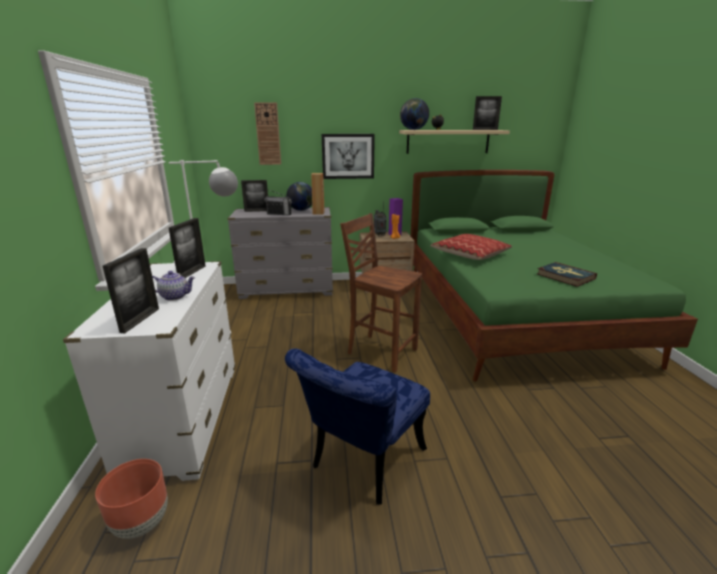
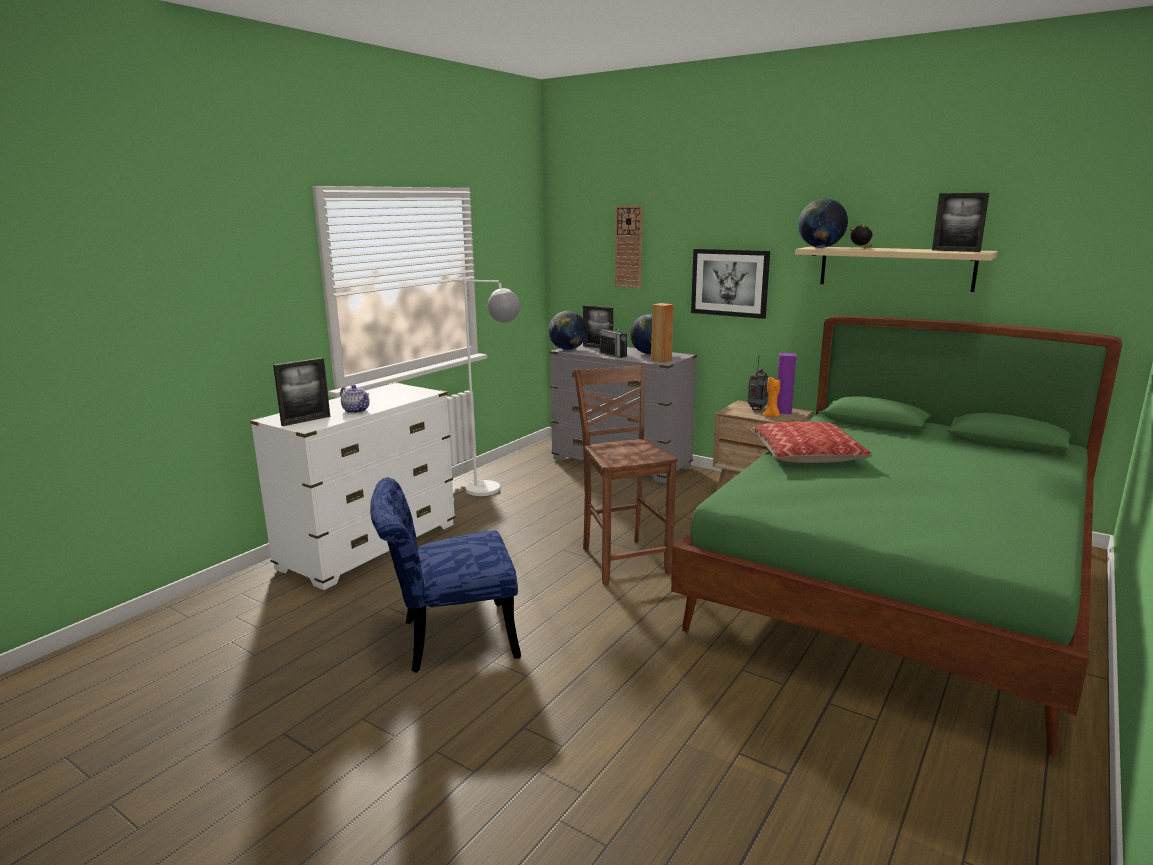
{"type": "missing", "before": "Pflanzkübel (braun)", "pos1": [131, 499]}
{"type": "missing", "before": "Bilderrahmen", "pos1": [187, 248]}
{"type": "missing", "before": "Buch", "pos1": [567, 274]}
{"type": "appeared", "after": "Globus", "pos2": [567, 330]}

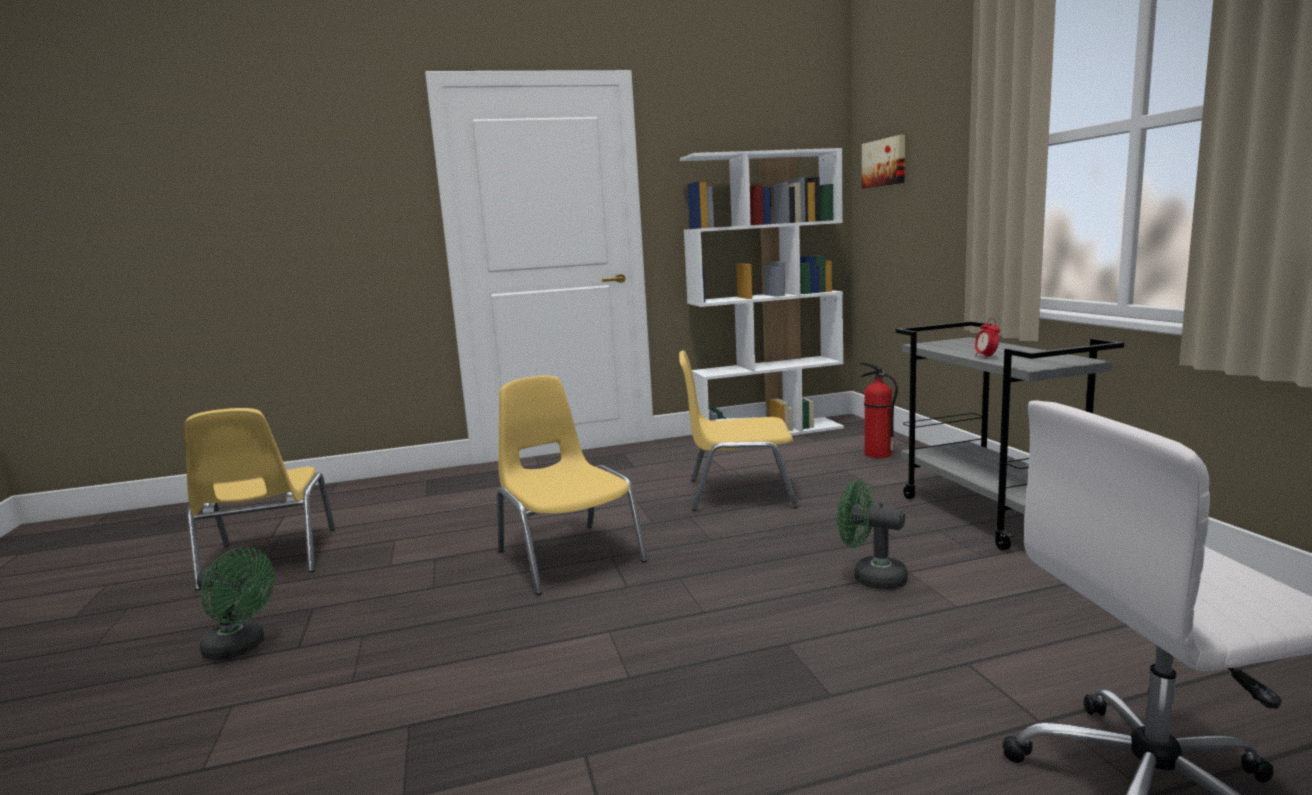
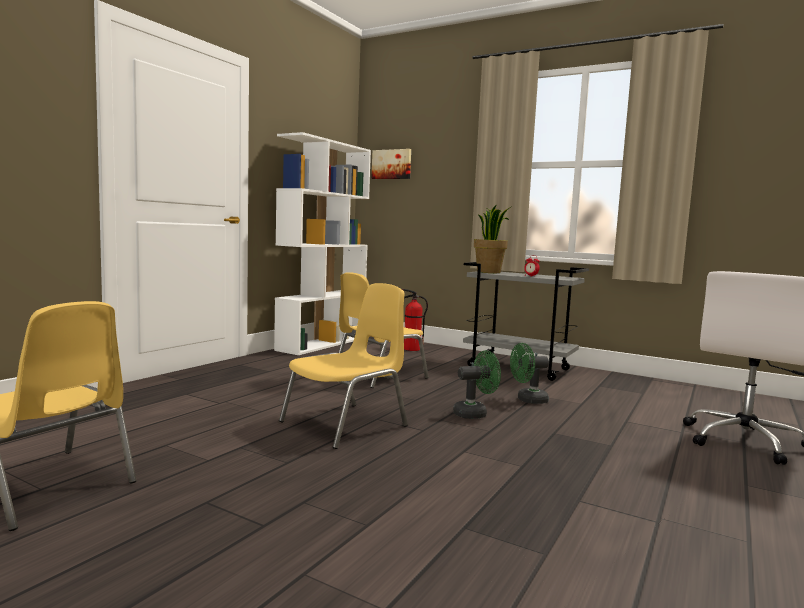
{"type": "appeared", "after": "Topfpflanze", "pos2": [493, 238]}
{"type": "relocated", "before": "Ventilator (grün)", "pos1": [236, 603], "pos2": [477, 384]}
{"type": "spun", "before": "Stuhl (gelb)", "pos1": [572, 485], "pos2": [343, 366], "turn": 120}

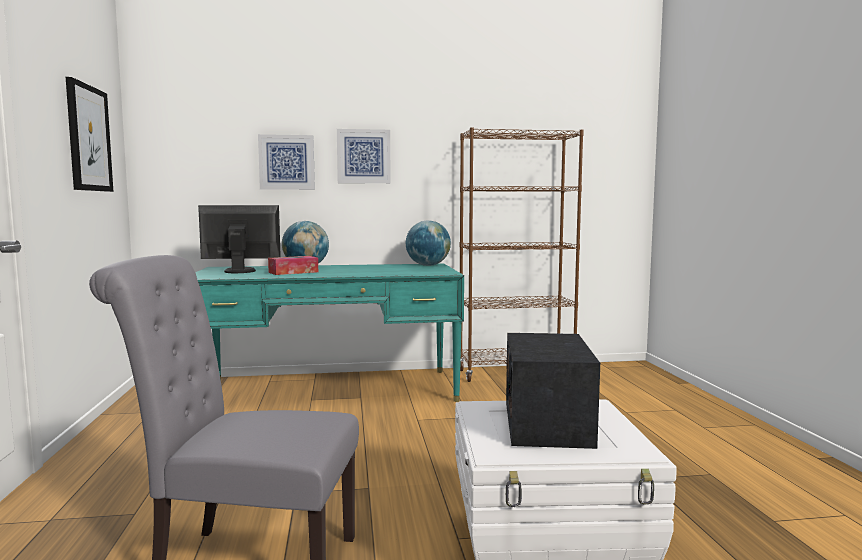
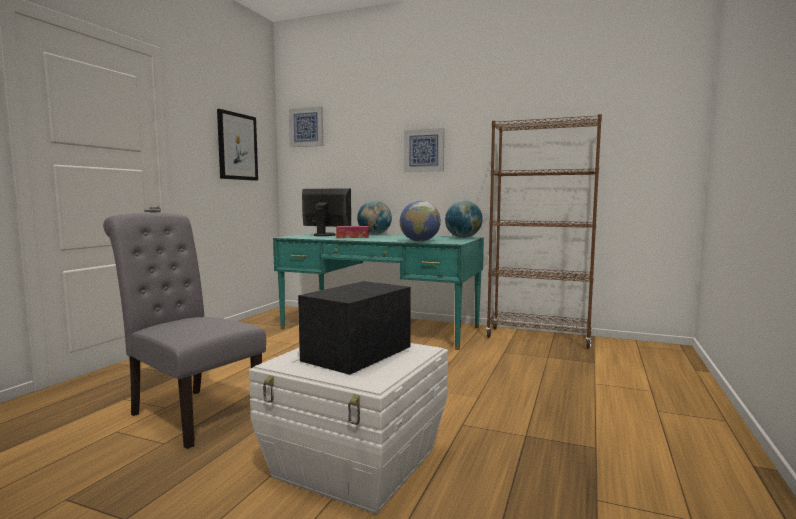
{"type": "appeared", "after": "Globus", "pos2": [420, 221]}
{"type": "relocated", "before": "Bild", "pos1": [286, 162], "pos2": [306, 126]}

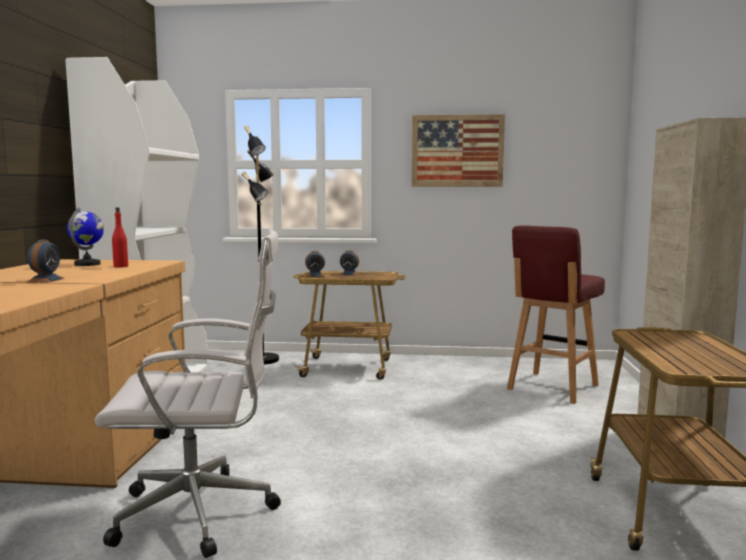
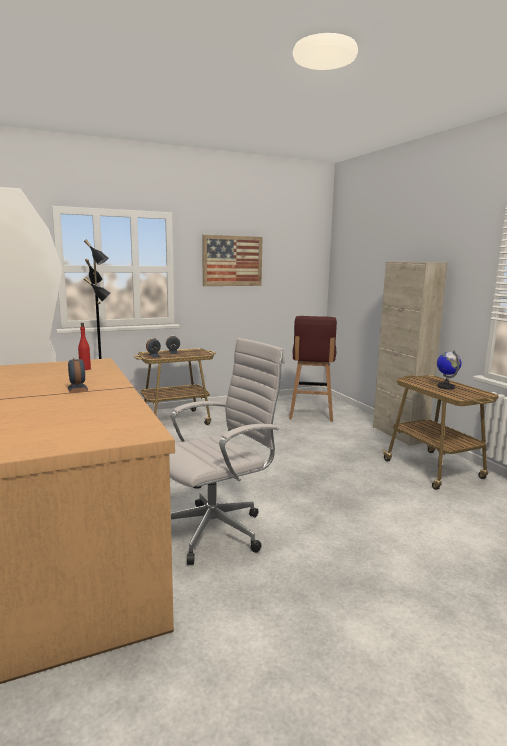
{"type": "relocated", "before": "Globus", "pos1": [85, 236], "pos2": [449, 370]}

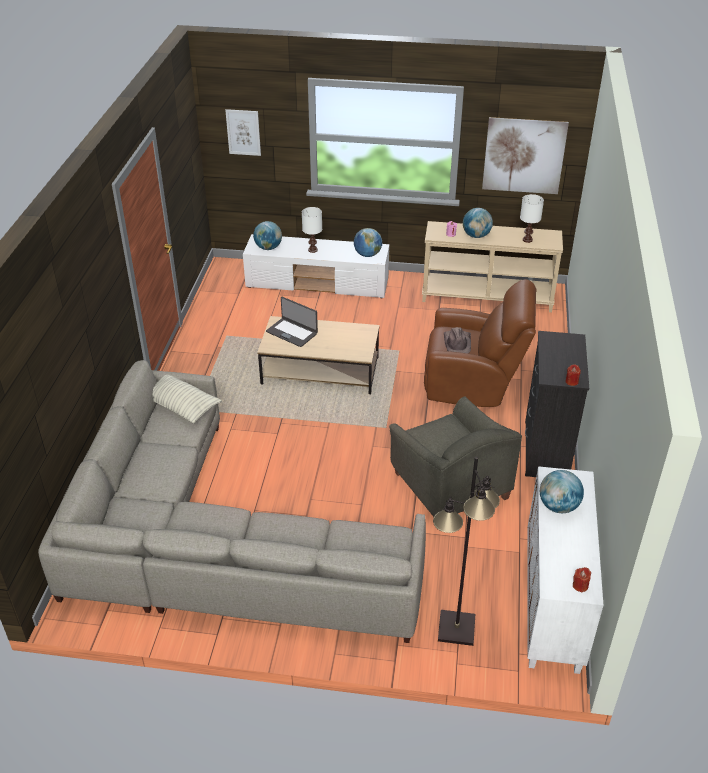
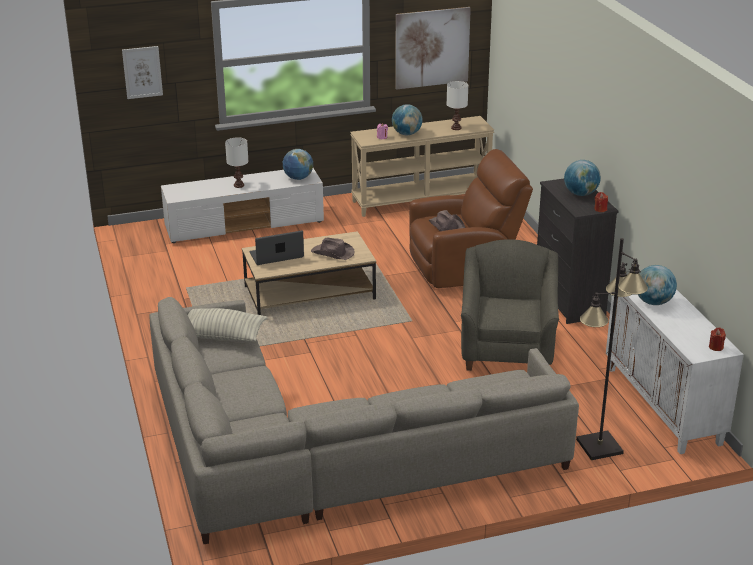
{"type": "appeared", "after": "Hut (braun)", "pos2": [332, 249]}
{"type": "relocated", "before": "Globus", "pos1": [267, 235], "pos2": [582, 178]}
{"type": "spun", "before": "Laptop", "pos1": [292, 322], "pos2": [276, 247], "turn": 150}
{"type": "spun", "before": "Sessel (grau)", "pos1": [455, 457], "pos2": [510, 305], "turn": -120}

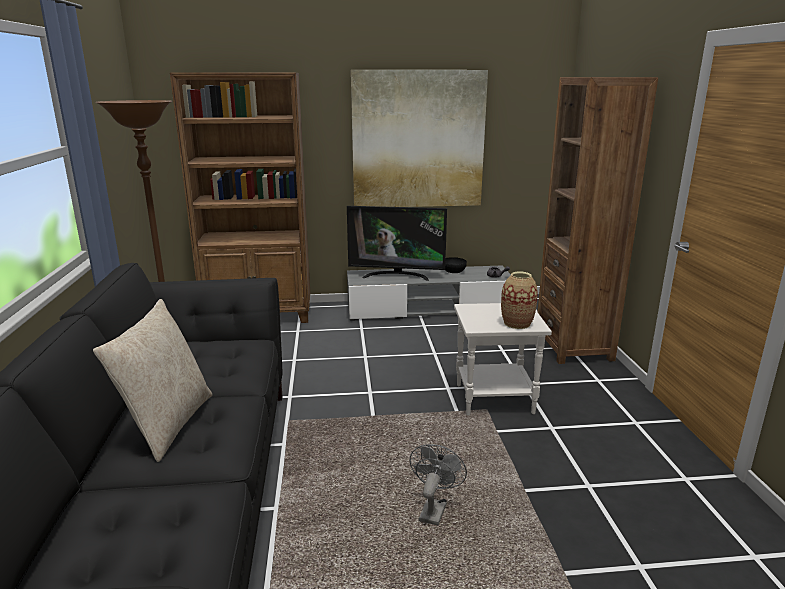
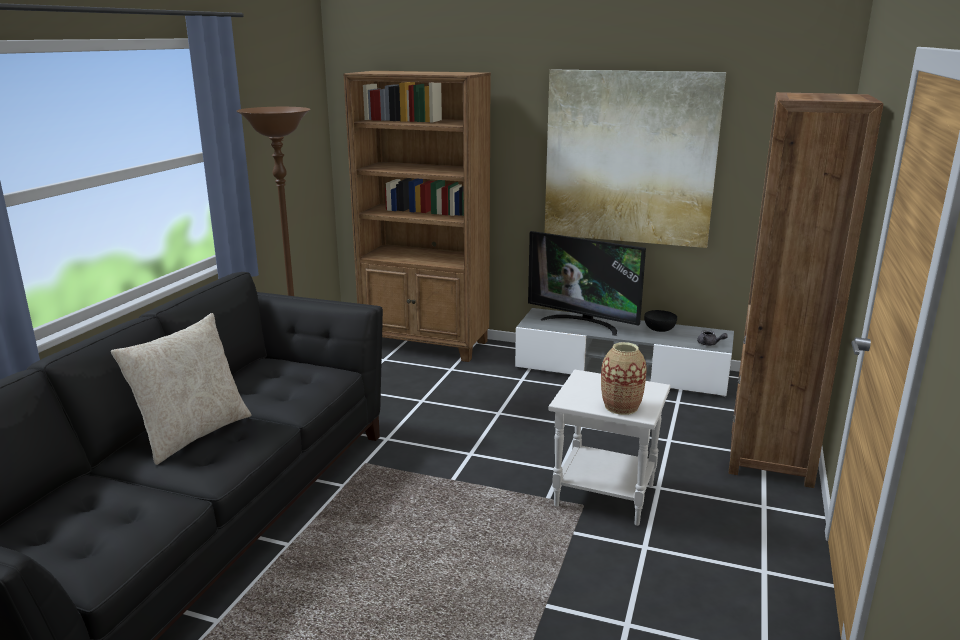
{"type": "missing", "before": "Ventilator (grau)", "pos1": [438, 485]}

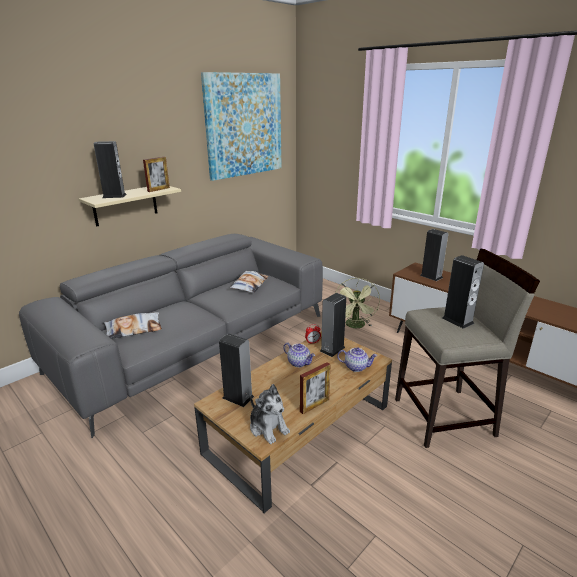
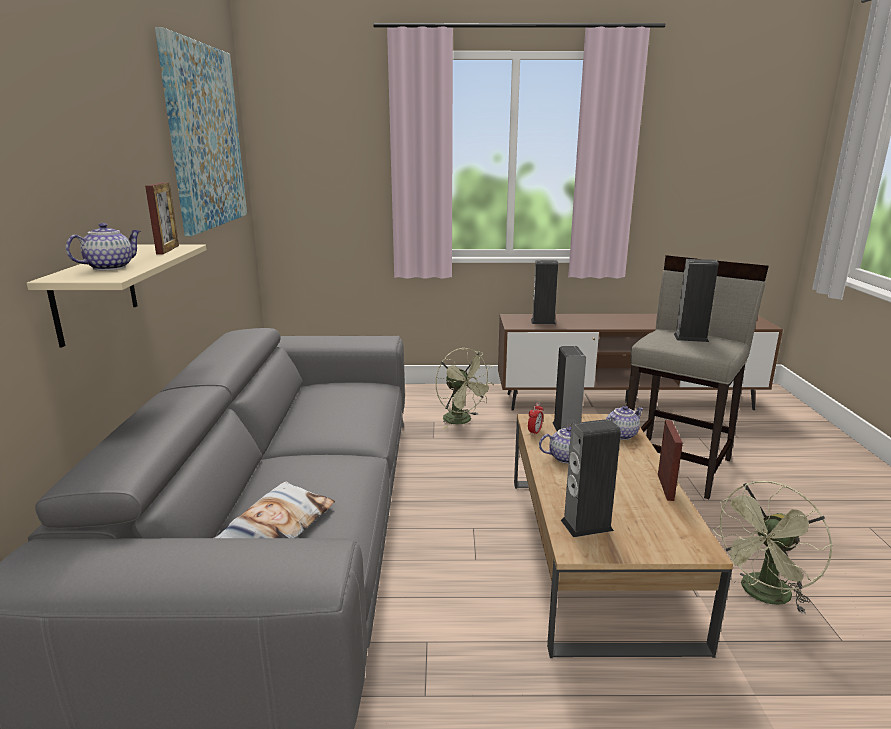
{"type": "missing", "before": "Kissen", "pos1": [249, 282]}
{"type": "missing", "before": "Plüschtier", "pos1": [270, 414]}
{"type": "appeared", "after": "Ventilator (grün)", "pos2": [772, 547]}
{"type": "exchanged", "before": "Lautsprecher", "after": "Teekanne", "pos1": [110, 169], "pos2": [103, 247]}

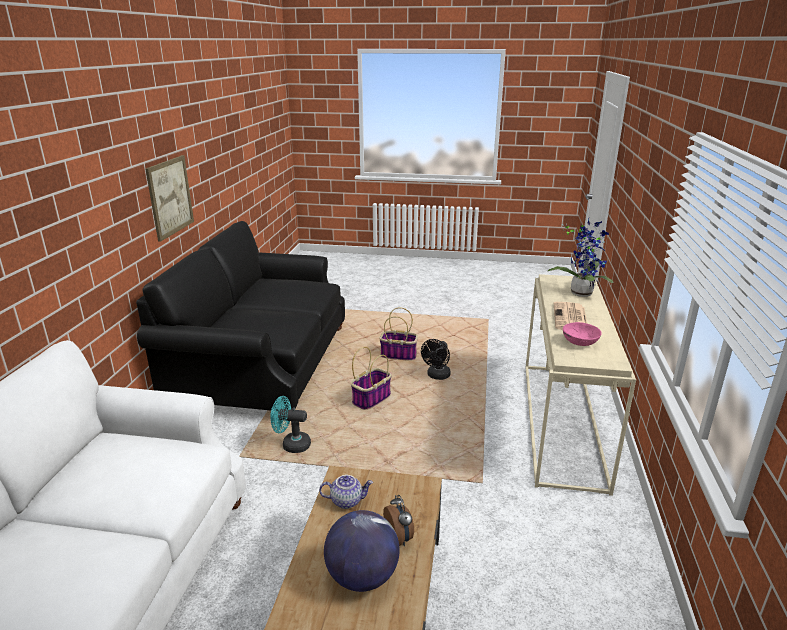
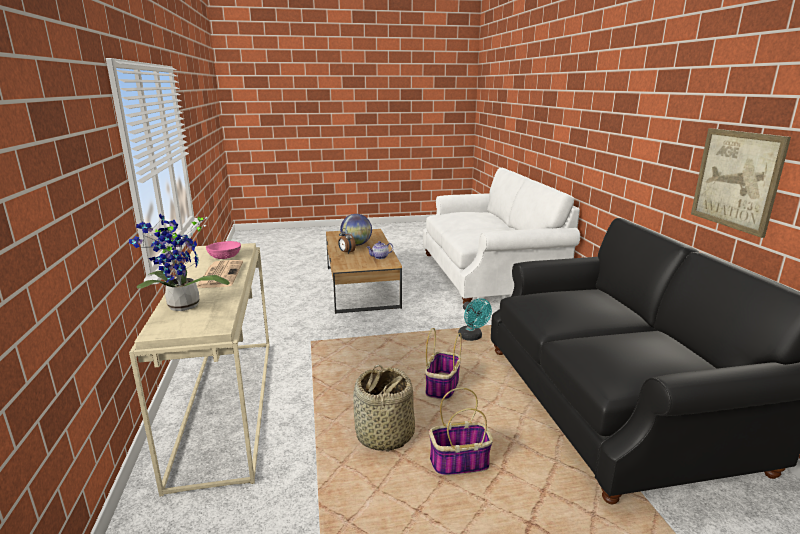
{"type": "exchanged", "before": "Ventilator (schwarz)", "after": "Korb", "pos1": [436, 359], "pos2": [384, 408]}
{"type": "spun", "before": "Ventilator (türkis)", "pos1": [290, 424], "pos2": [475, 319], "turn": 75}

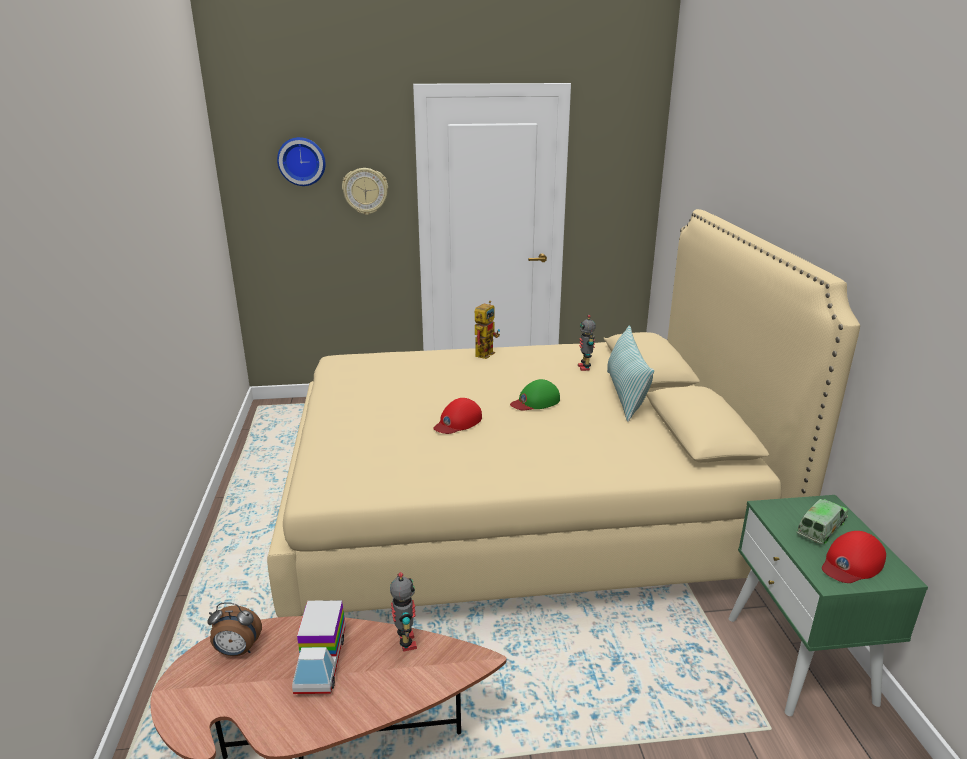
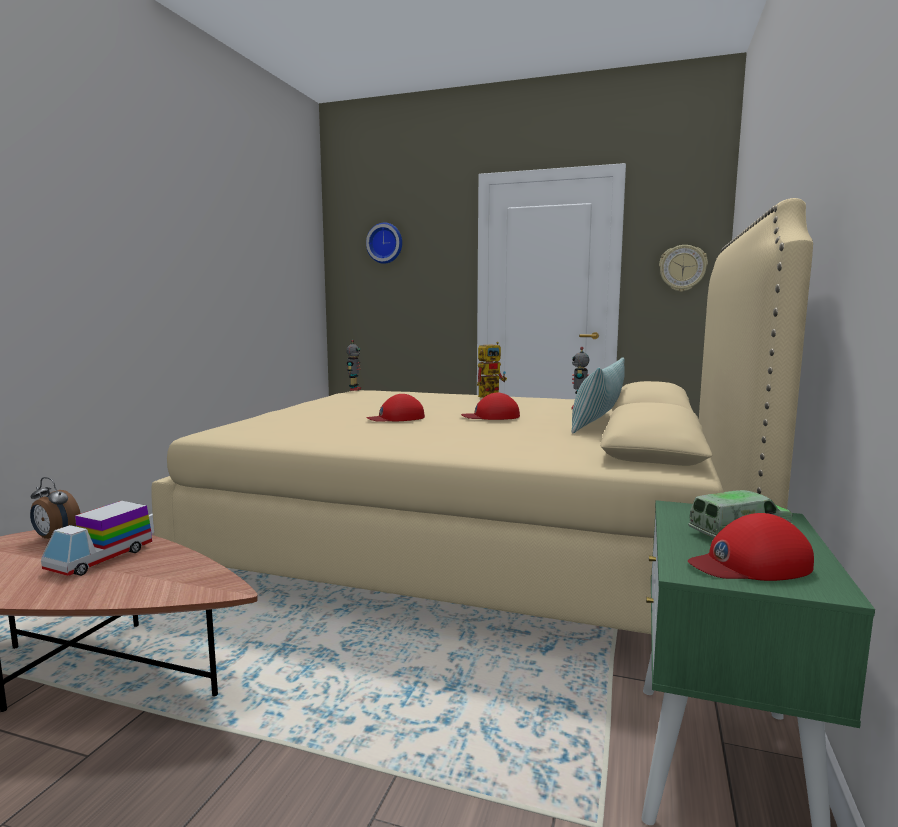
{"type": "relocated", "before": "Wanduhr", "pos1": [365, 191], "pos2": [683, 268]}
{"type": "relocated", "before": "Spielzeugroboter", "pos1": [403, 612], "pos2": [353, 365]}
{"type": "colour", "before": "Kappe (grün)", "after": "Kappe (rot)", "pos1": [535, 394], "pos2": [490, 406]}

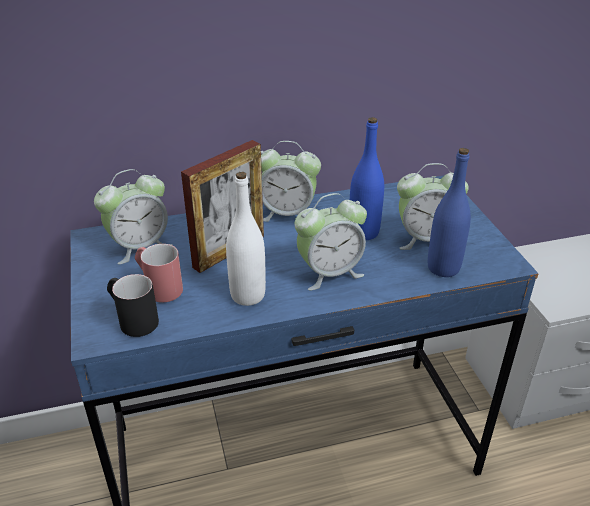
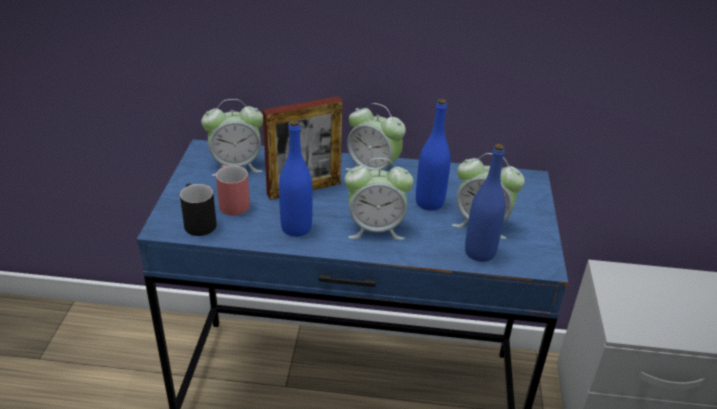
{"type": "colour", "before": "Flasche (weiß)", "after": "Flasche (blau)", "pos1": [246, 239], "pos2": [296, 178]}

